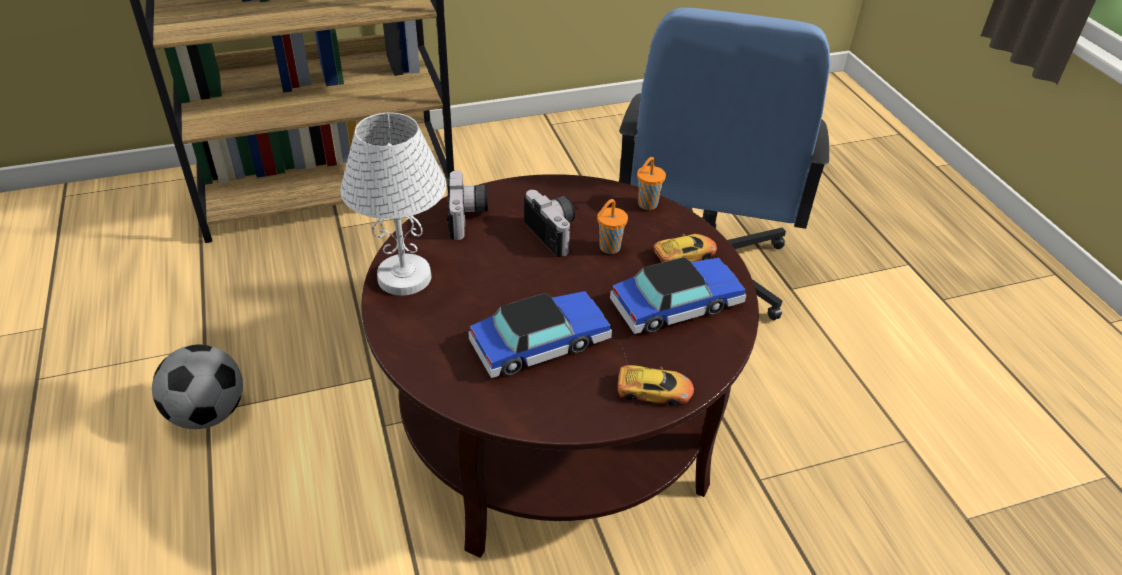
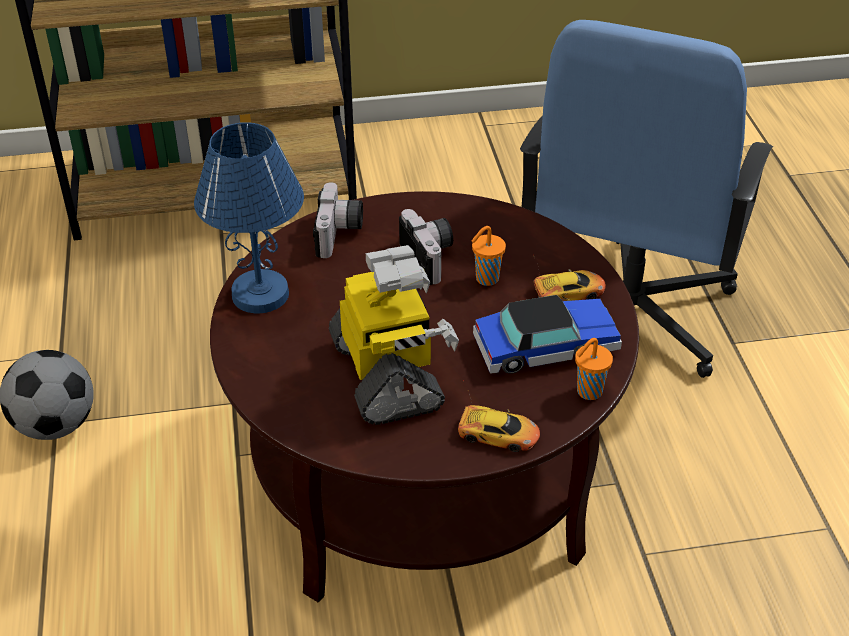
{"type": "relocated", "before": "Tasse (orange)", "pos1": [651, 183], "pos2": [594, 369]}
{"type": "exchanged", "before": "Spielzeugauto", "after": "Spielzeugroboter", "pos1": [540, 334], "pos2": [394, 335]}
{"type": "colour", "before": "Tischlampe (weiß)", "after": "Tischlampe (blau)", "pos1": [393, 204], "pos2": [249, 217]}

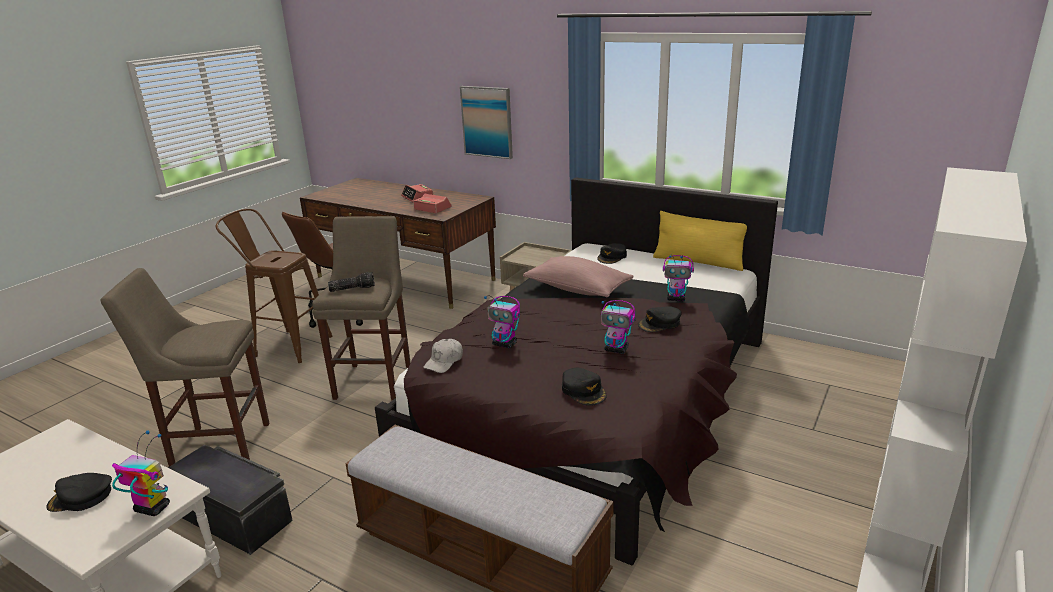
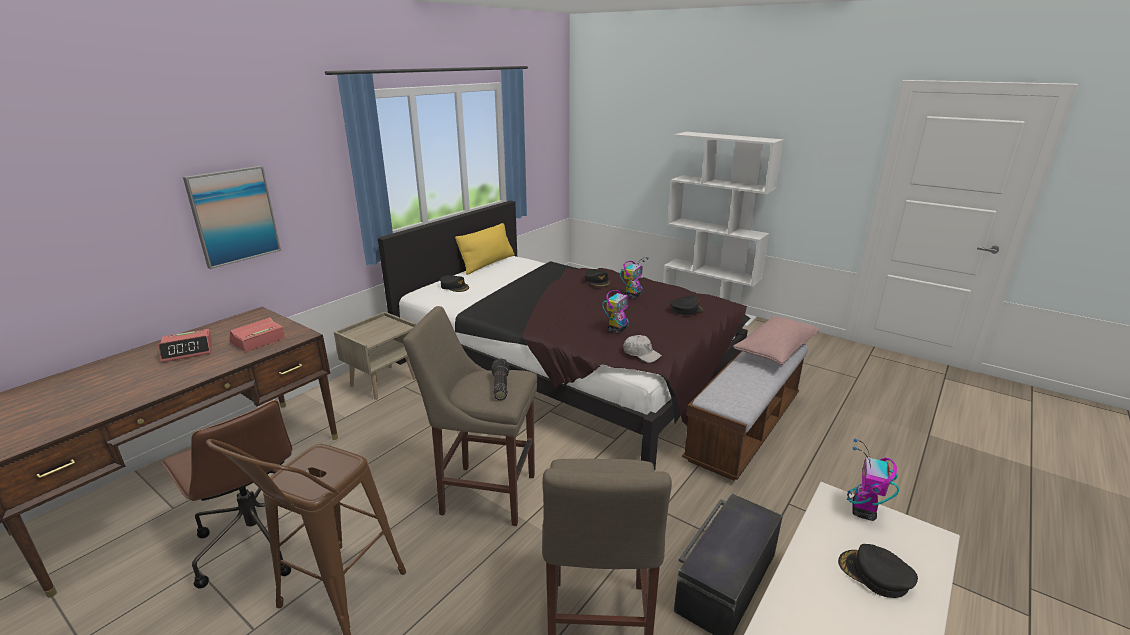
{"type": "missing", "before": "Spielzeugroboter", "pos1": [678, 278]}
{"type": "relocated", "before": "Kissen (rosa)", "pos1": [578, 276], "pos2": [776, 340]}
{"type": "spun", "before": "Kappe (schwarz)", "pos1": [79, 492], "pos2": [878, 571], "turn": 135}

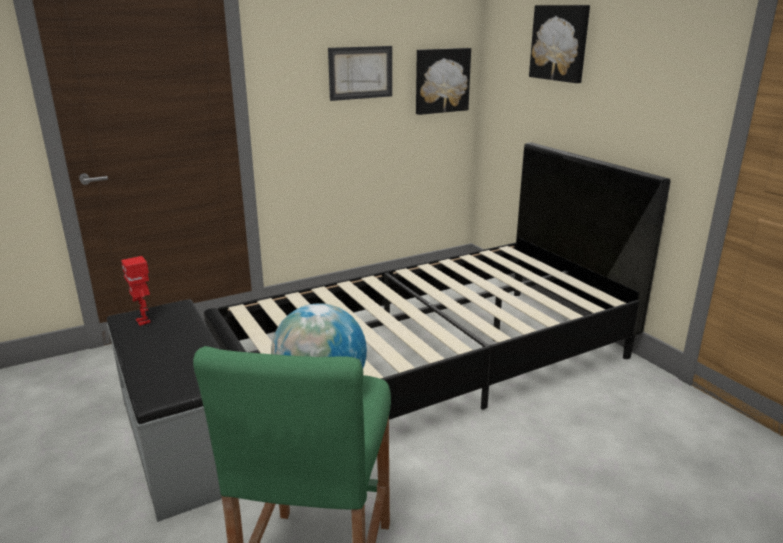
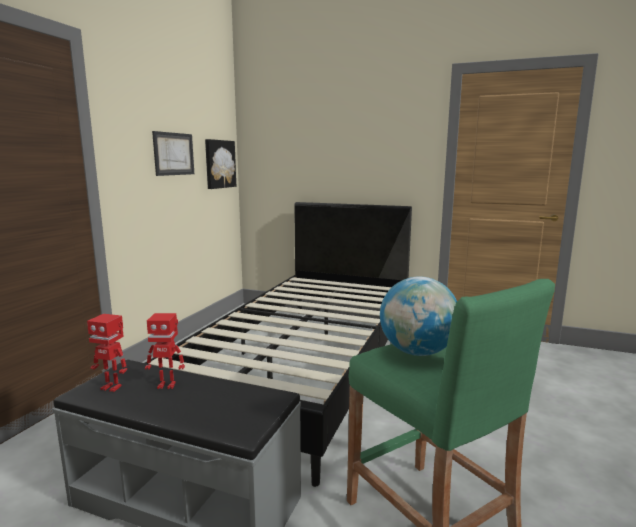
{"type": "missing", "before": "Bild", "pos1": [559, 44]}
{"type": "appeared", "after": "Spielzeugroboter", "pos2": [165, 351]}

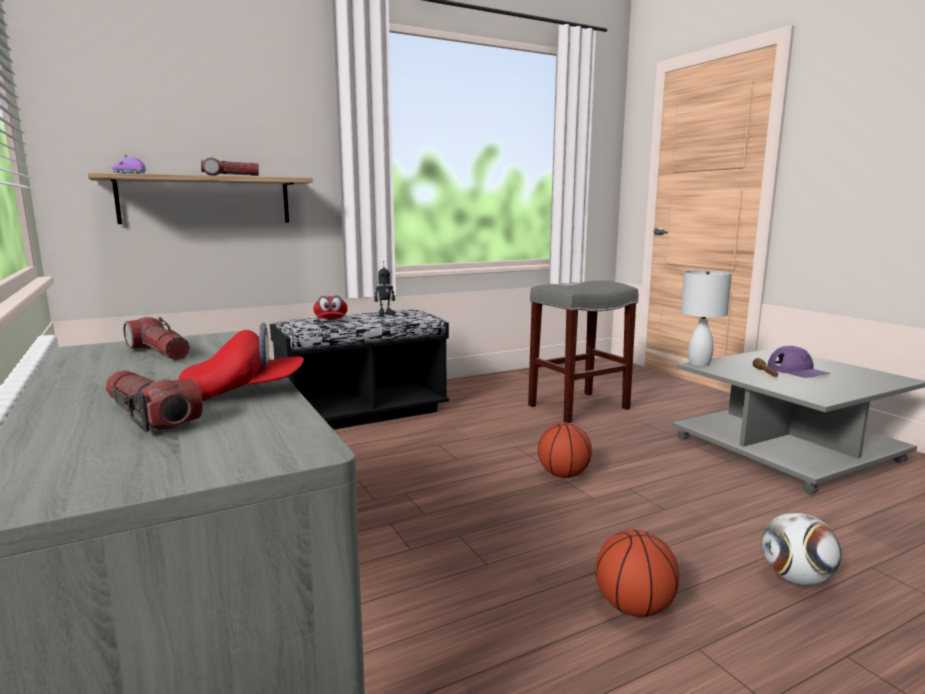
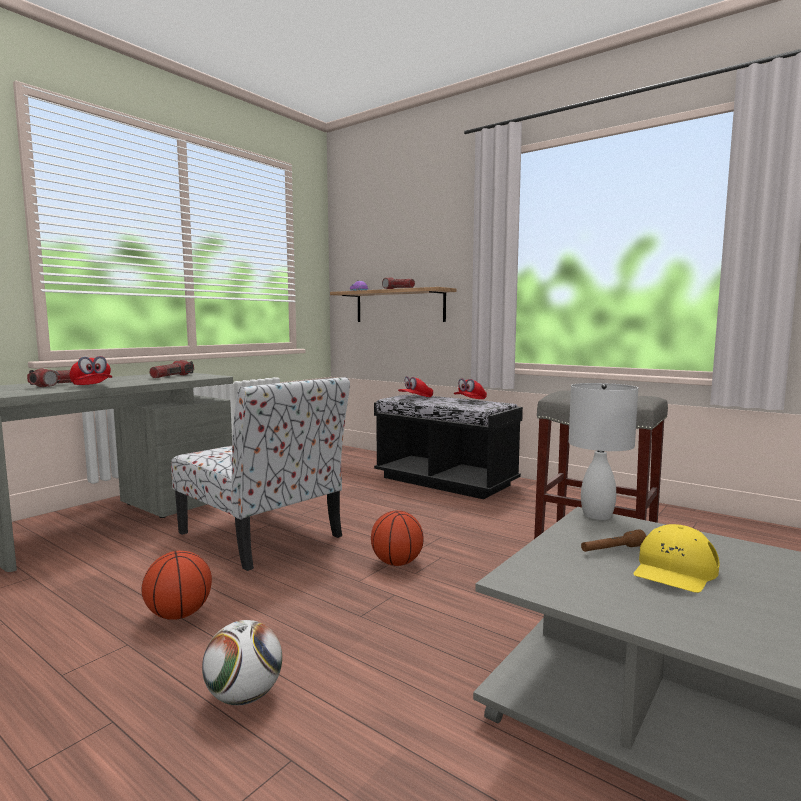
{"type": "appeared", "after": "Stuhl", "pos2": [260, 474]}
{"type": "exchanged", "before": "Spielzeugroboter", "after": "Kappe (rot)", "pos1": [384, 288], "pos2": [470, 388]}
{"type": "colour", "before": "Kappe (lila)", "after": "Kappe (gelb)", "pos1": [799, 362], "pos2": [676, 558]}

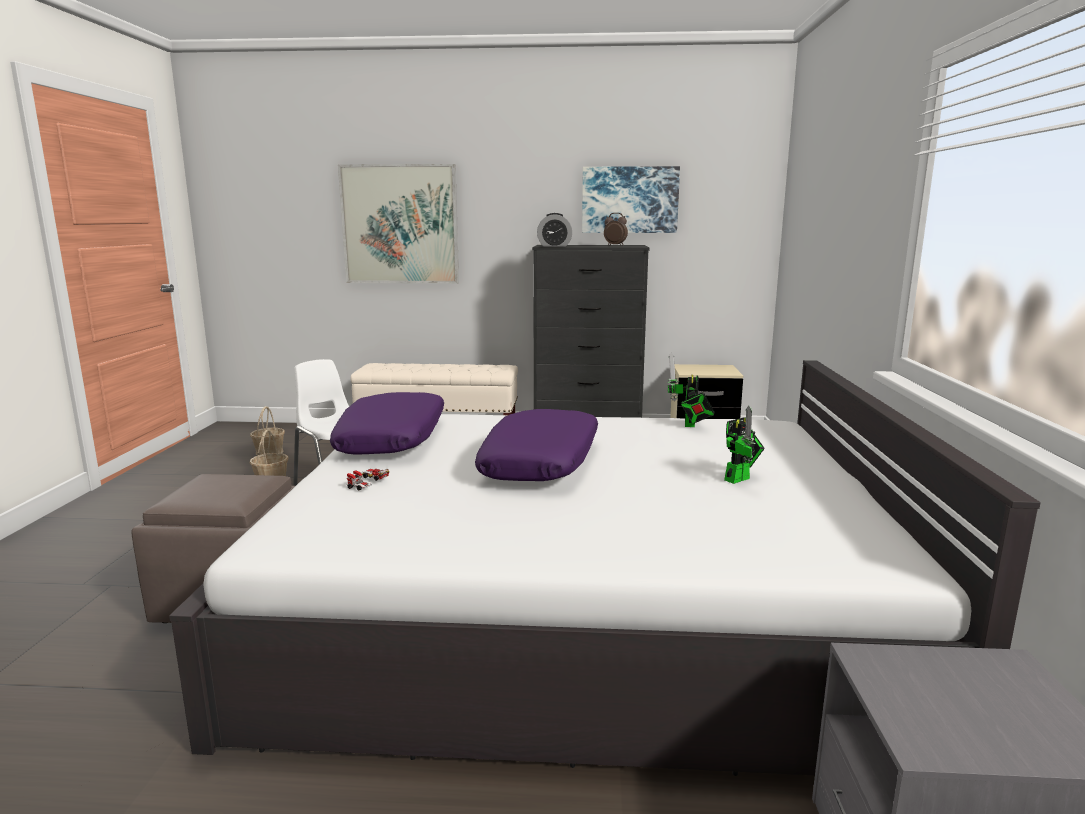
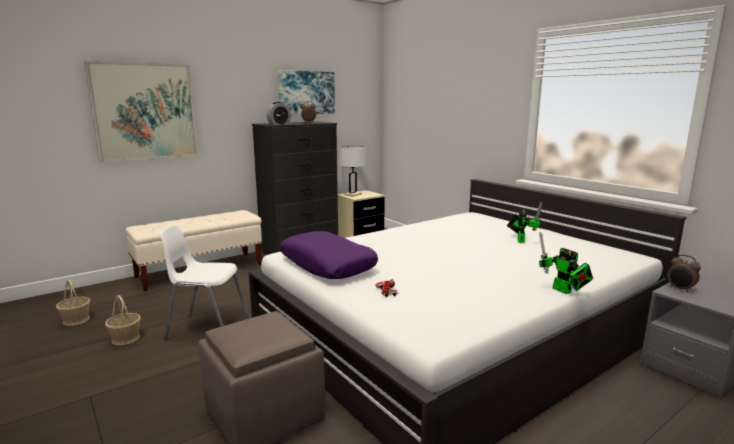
{"type": "missing", "before": "Kissen (lila)", "pos1": [536, 445]}
{"type": "appeared", "after": "Tischlampe (weiß)", "pos2": [353, 171]}
{"type": "appeared", "after": "Wecker", "pos2": [684, 273]}
{"type": "relocated", "before": "Spielzeugroboter", "pos1": [690, 390], "pos2": [566, 263]}

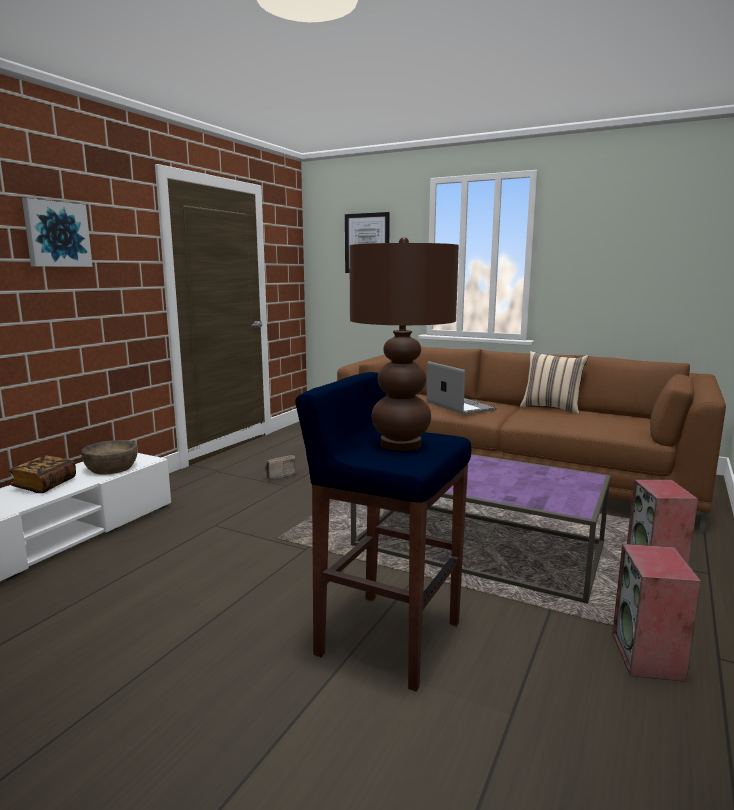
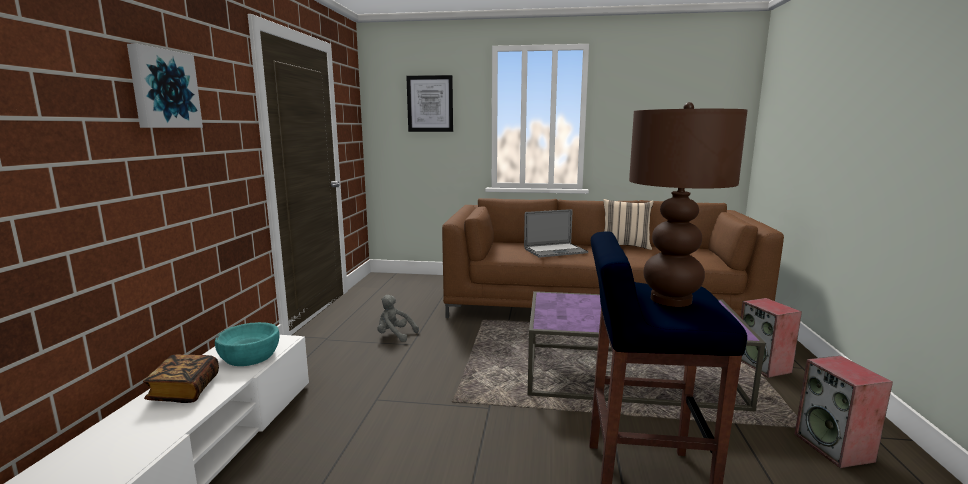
{"type": "exchanged", "before": "Radio", "after": "Plüschtier (grau)", "pos1": [281, 467], "pos2": [398, 318]}
{"type": "colour", "before": "Schüssel (braun)", "after": "Schüssel (türkis)", "pos1": [109, 457], "pos2": [247, 344]}
{"type": "spun", "before": "Laptop", "pos1": [462, 388], "pos2": [556, 233], "turn": 120}

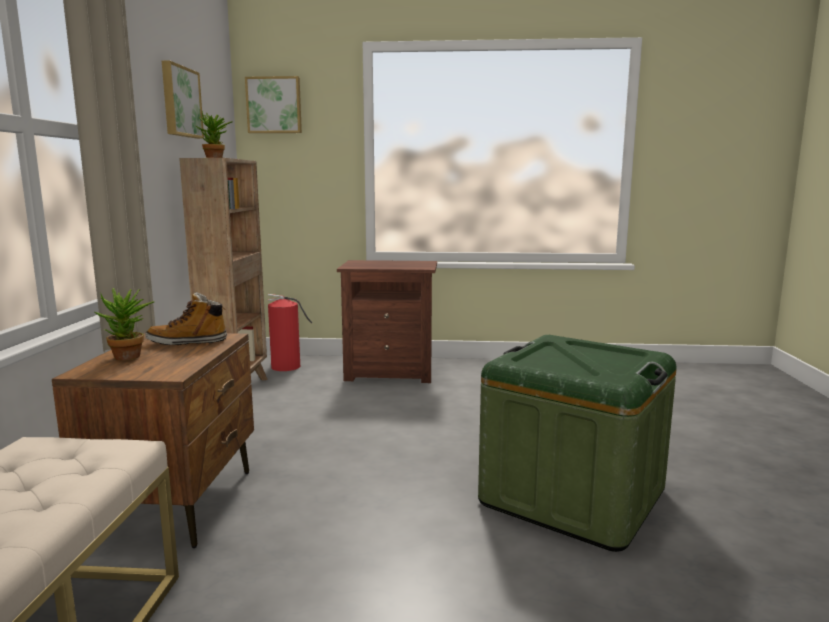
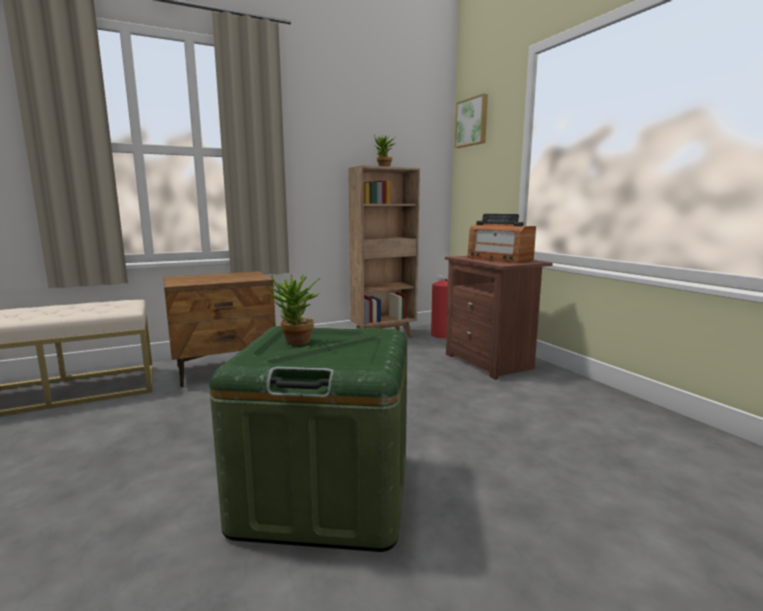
{"type": "missing", "before": "Stiefel", "pos1": [186, 318]}
{"type": "missing", "before": "Bild", "pos1": [183, 100]}
{"type": "appeared", "after": "Radio", "pos2": [501, 238]}
{"type": "relocated", "before": "Topfpflanze", "pos1": [125, 324], "pos2": [294, 309]}

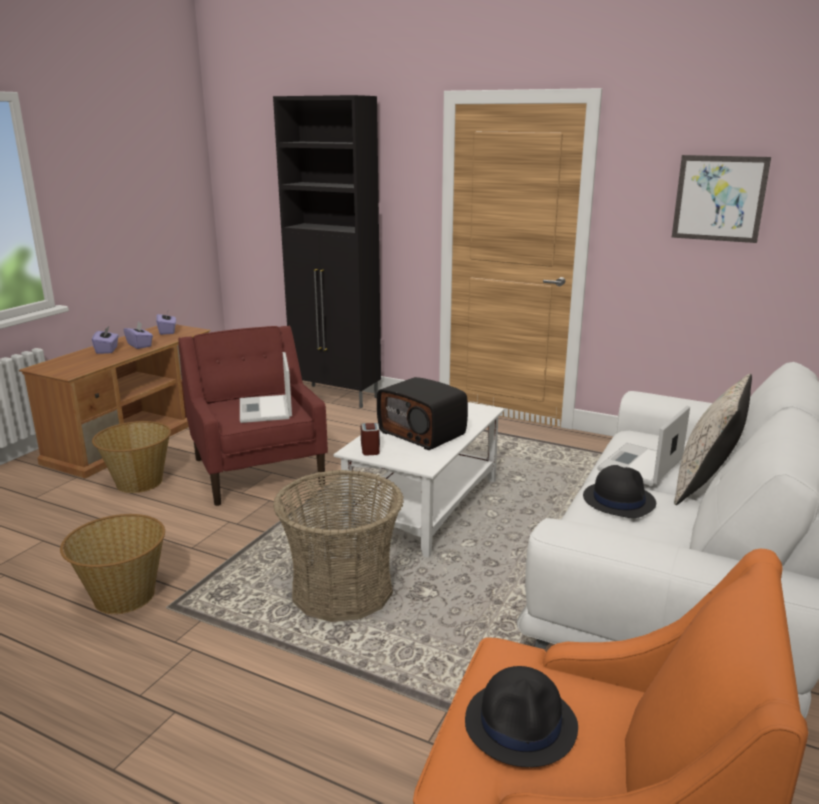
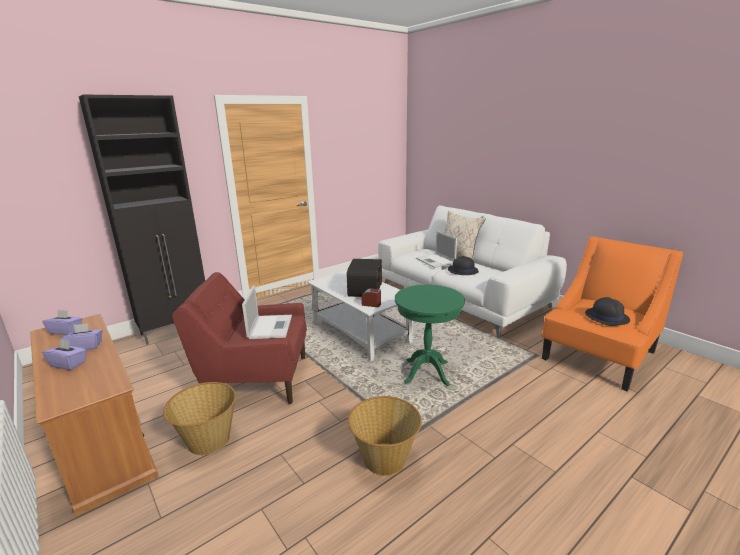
{"type": "missing", "before": "Bild", "pos1": [721, 199]}
{"type": "exchanged", "before": "Korb", "after": "Beistelltisch (grün)", "pos1": [338, 546], "pos2": [430, 335]}
{"type": "spun", "before": "Laptop", "pos1": [266, 387], "pos2": [267, 312], "turn": -105}
{"type": "spun", "before": "Radio", "pos1": [422, 413], "pos2": [364, 278], "turn": -60}

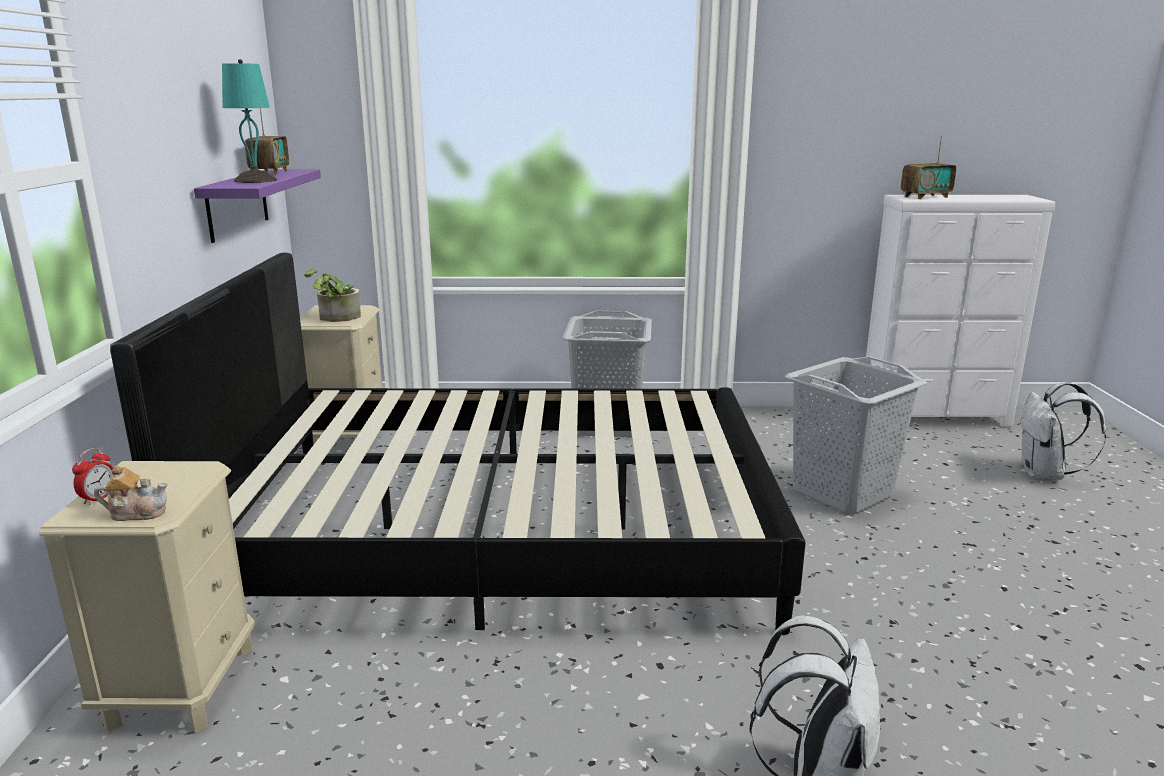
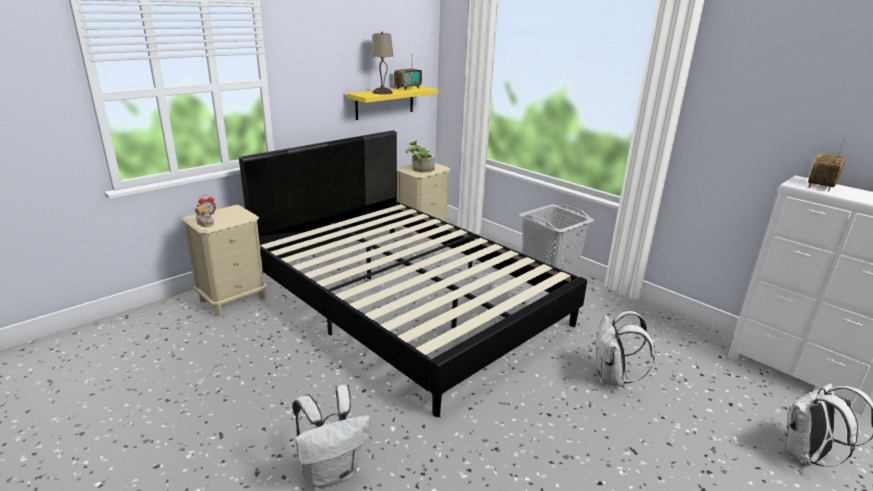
{"type": "exchanged", "before": "Wäschekorb (grau)", "after": "Rucksack (weiß)", "pos1": [856, 435], "pos2": [624, 348]}
{"type": "colour", "before": "Wandregal (lila)", "after": "Wandregal (gelb)", "pos1": [257, 206], "pos2": [393, 103]}
{"type": "colour", "before": "Tischlampe (türkis)", "after": "Tischlampe (beige)", "pos1": [249, 121], "pos2": [382, 63]}
{"type": "spun", "before": "Radio", "pos1": [928, 168], "pos2": [827, 165], "turn": 105}

